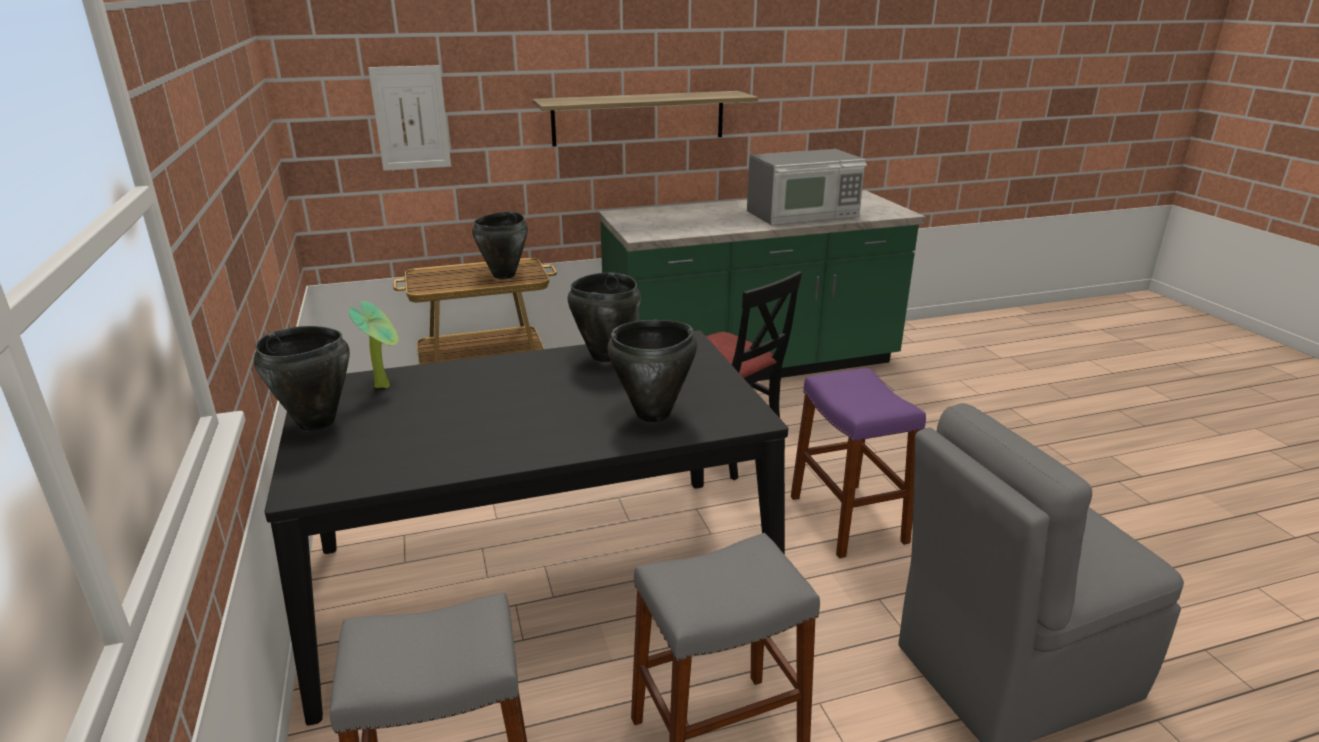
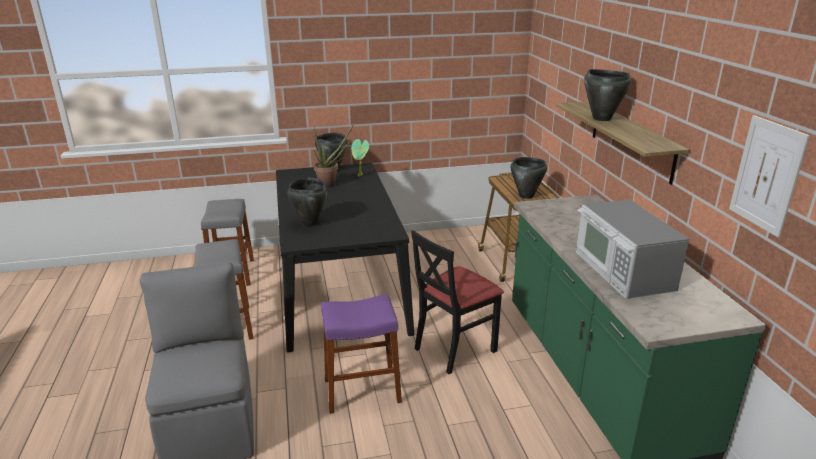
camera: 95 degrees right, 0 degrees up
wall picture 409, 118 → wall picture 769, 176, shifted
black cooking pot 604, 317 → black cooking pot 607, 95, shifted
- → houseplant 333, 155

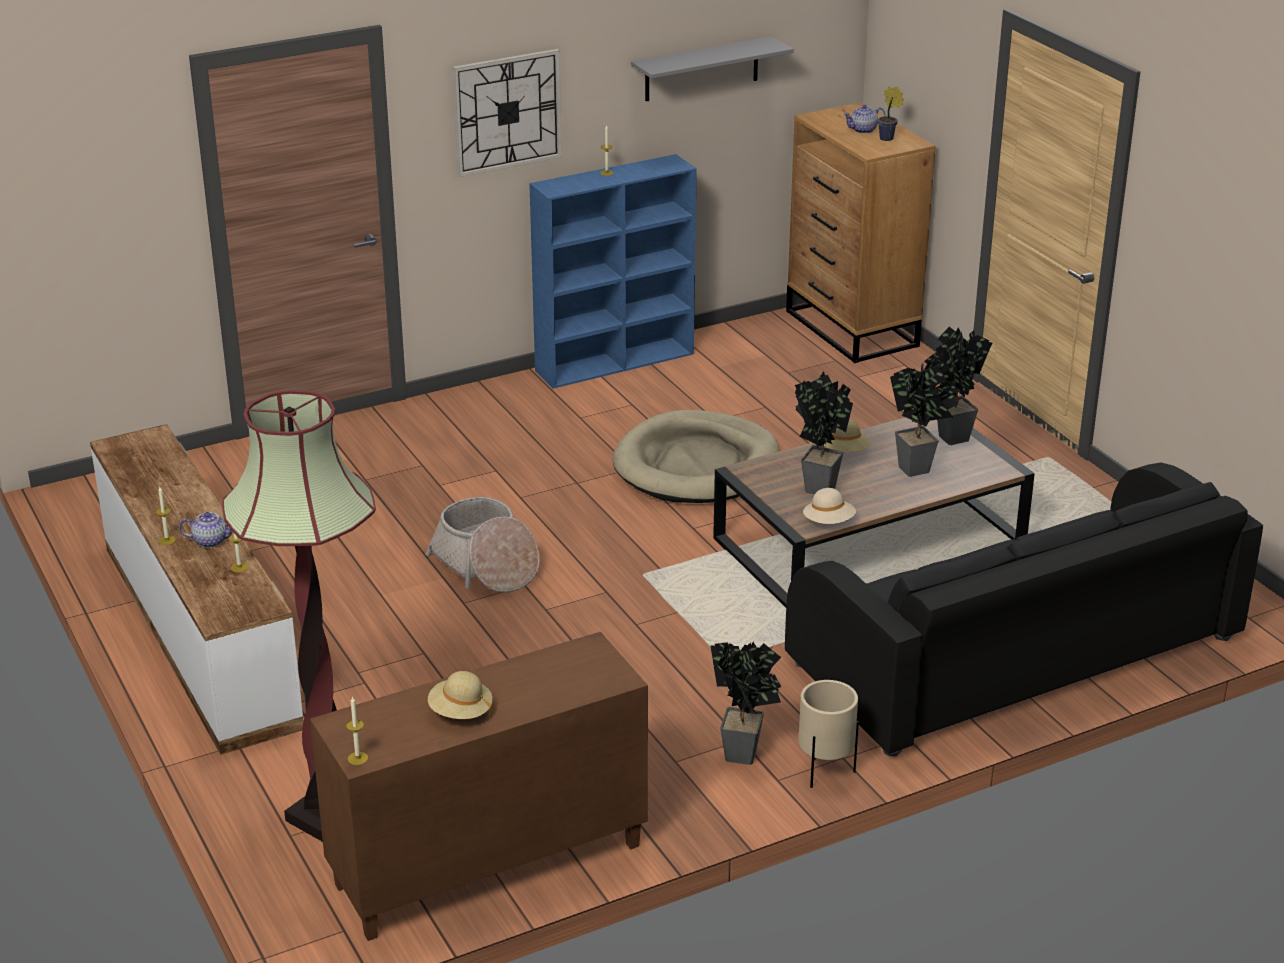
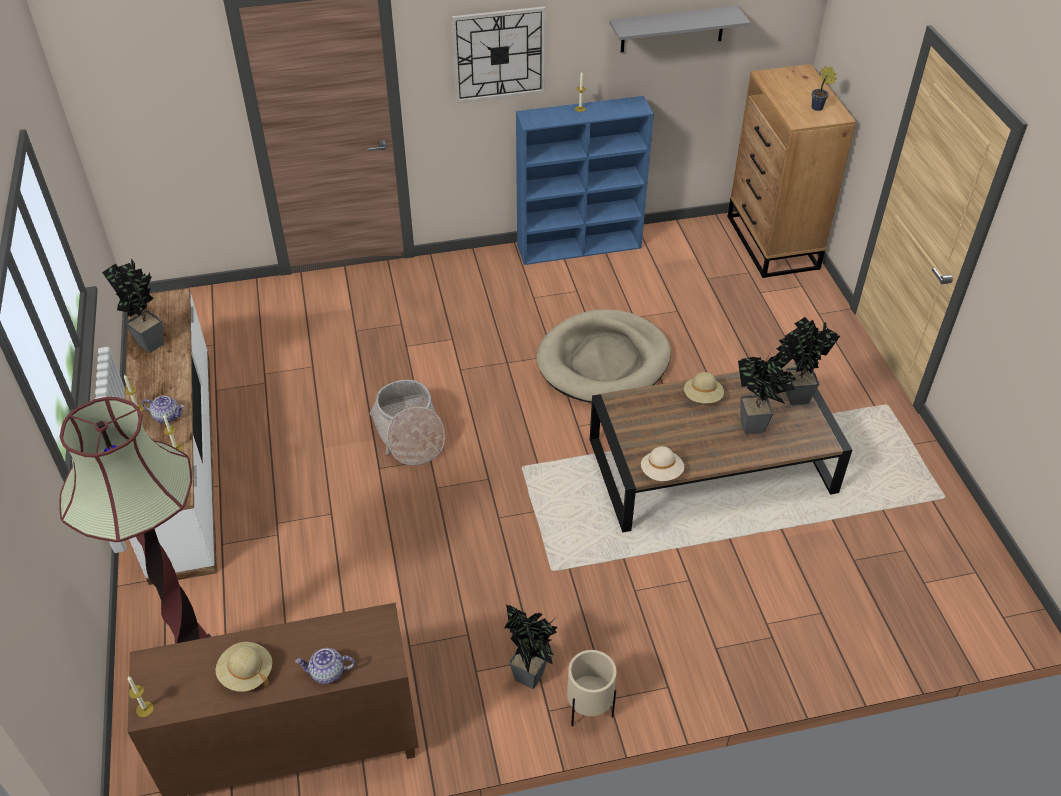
camera: 15 degrees right, 15 degrees up
teapot 864, 119 → teapot 325, 666, shifted
houseplant 824, 433 → houseplant 133, 306, shifted
black sofa 1024, 609 → -

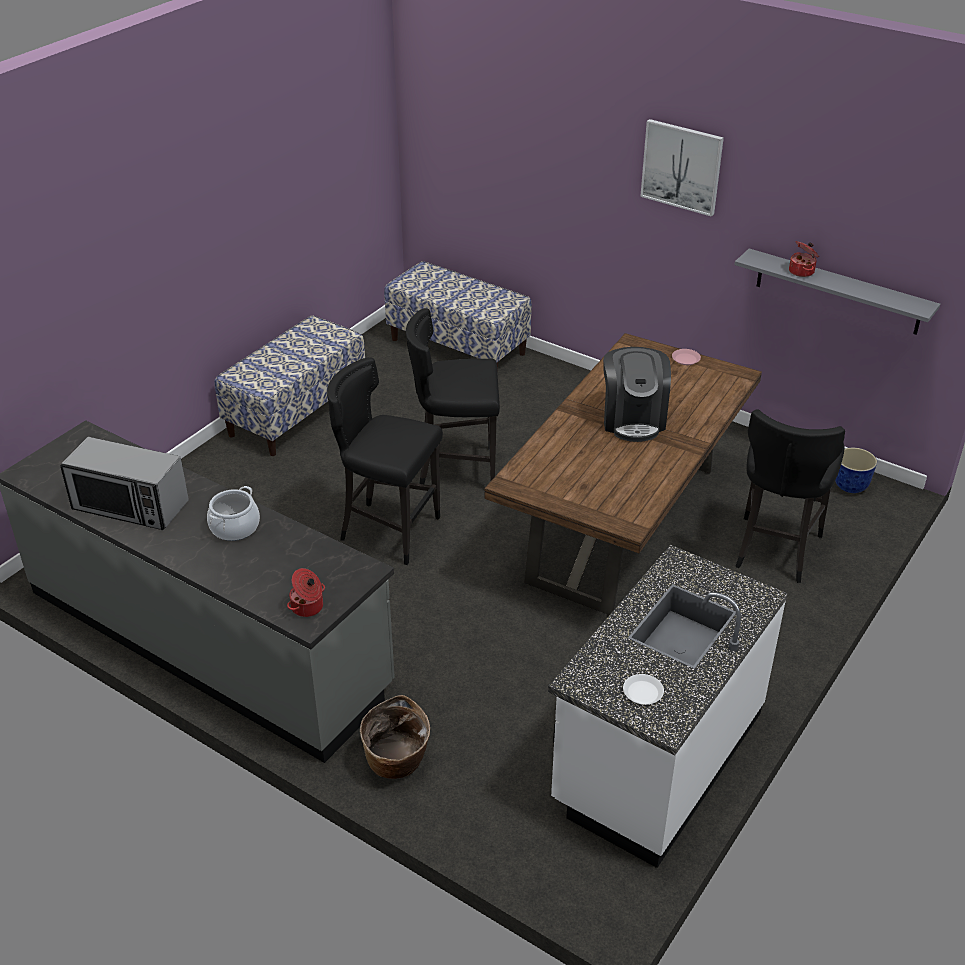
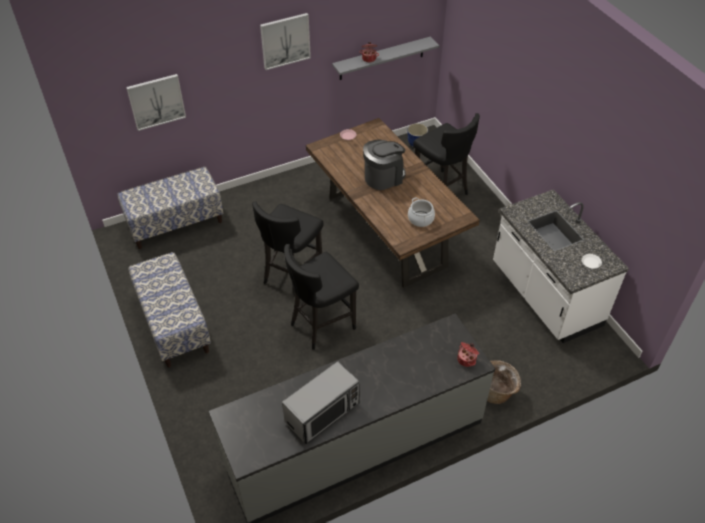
camera: 60 degrees left, 10 degrees up
coffee maker 637, 394 → coffee maker 384, 164, 60 degrees counterclockwise
cooking pot 233, 513 → cooking pot 421, 212, shifted
- → wall picture 156, 102

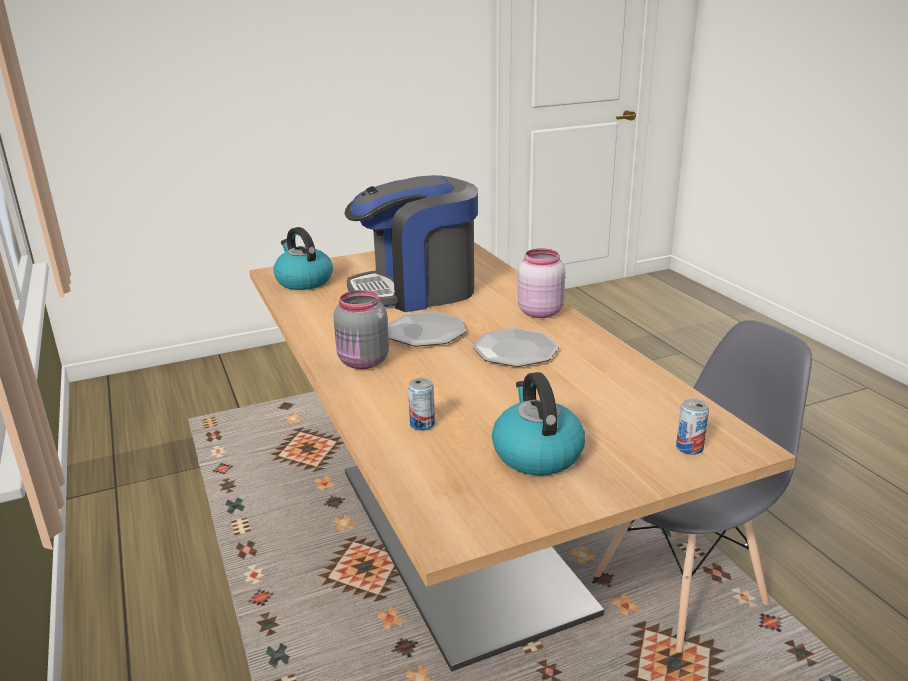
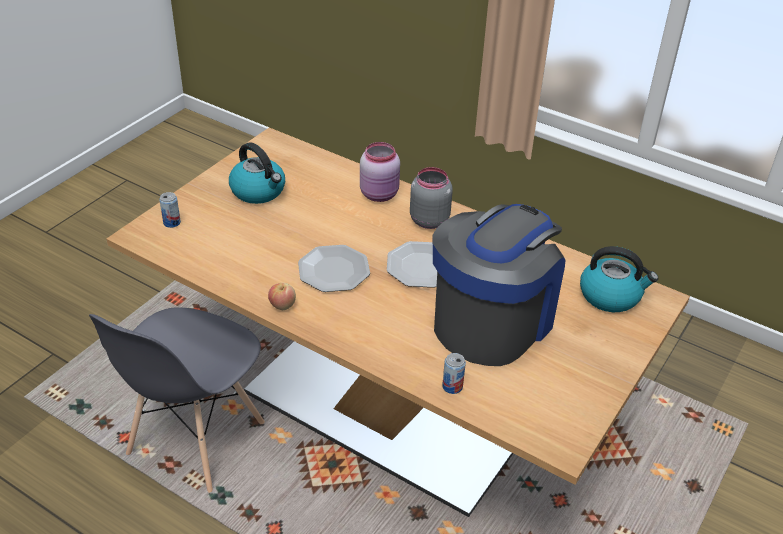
camera: 145 degrees right, 15 degrees up
pink-coloured jar 541, 283 → pink-coloured jar 380, 172, shifted
metal can 421, 404 → metal can 454, 373, shifted
- → apple fruit 282, 296

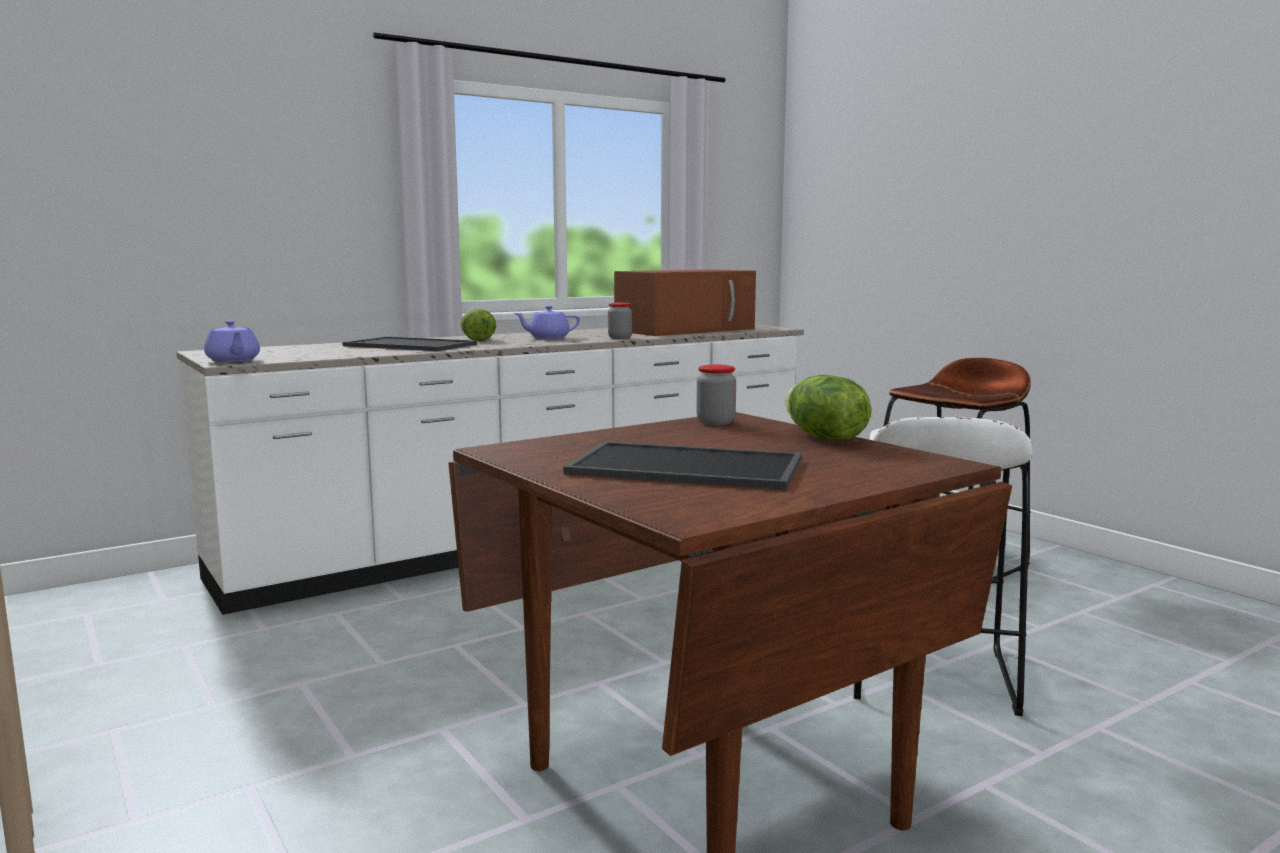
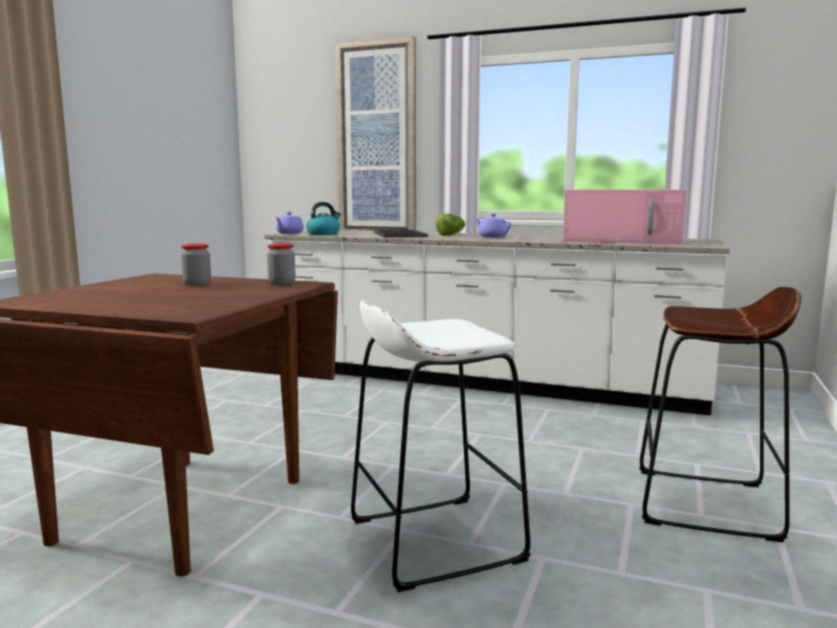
camera: 55 degrees right, 0 degrees up
brownish kitchen microwave 685, 302 → pink-coloured kitchen microwave 625, 217
jar 620, 320 → jar 196, 265, shifted
lettuce head 828, 407 → -
tray 682, 465 → -
- → wall picture 375, 133
- → kettle 323, 218

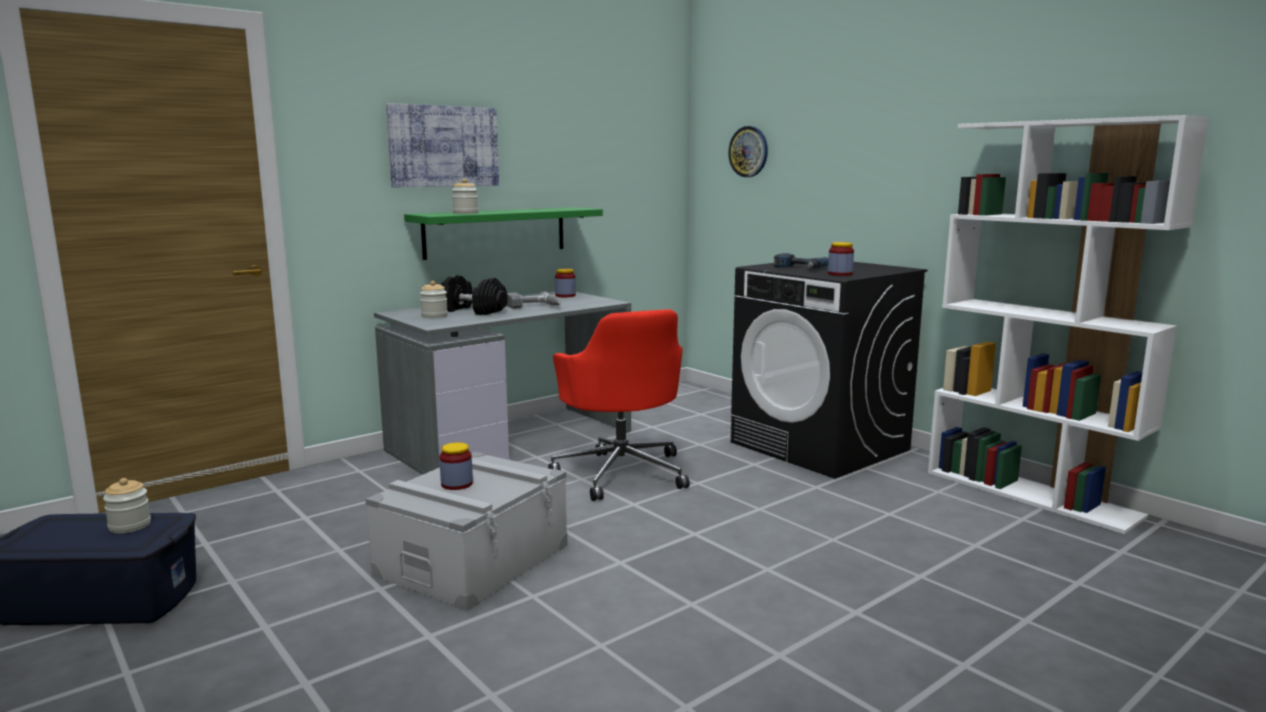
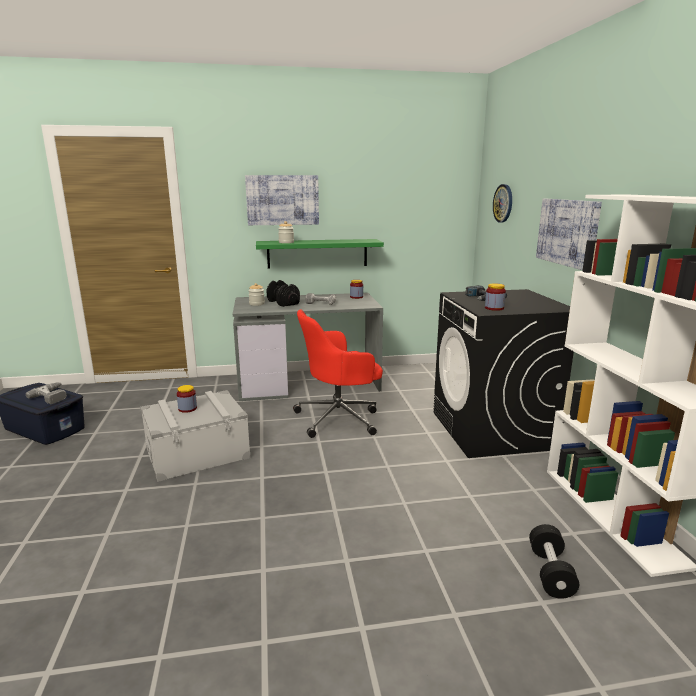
camera: 30 degrees right, 5 degrees up
red-coloured computer chair 619, 405 → red-coloured computer chair 338, 374, 60 degrees clockwise
jar 127, 505 → electric drill 46, 393
- → wall picture 569, 234
- → black dumbbell 554, 561

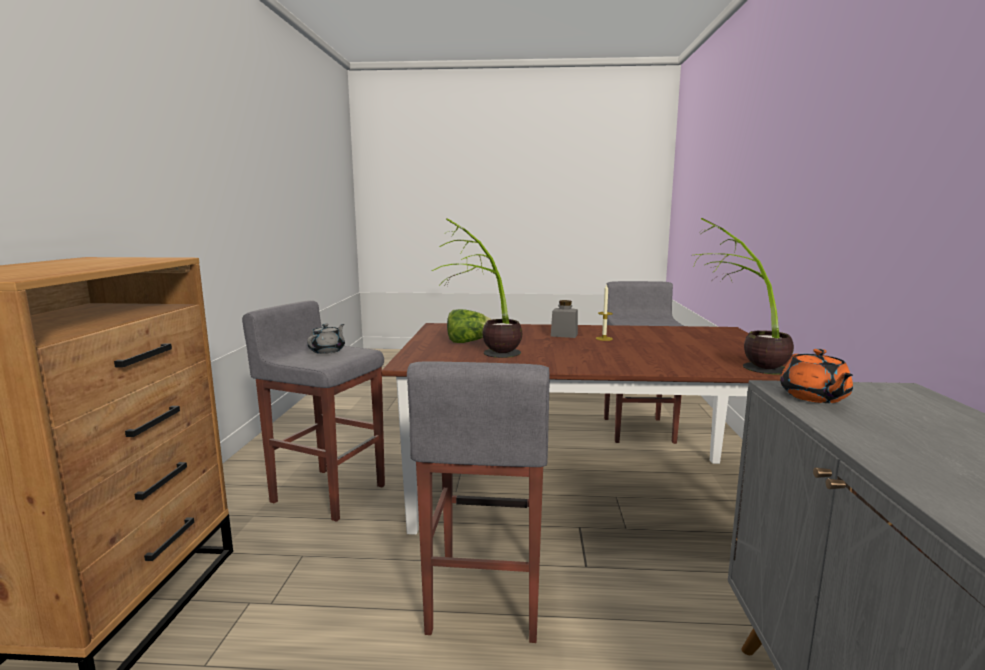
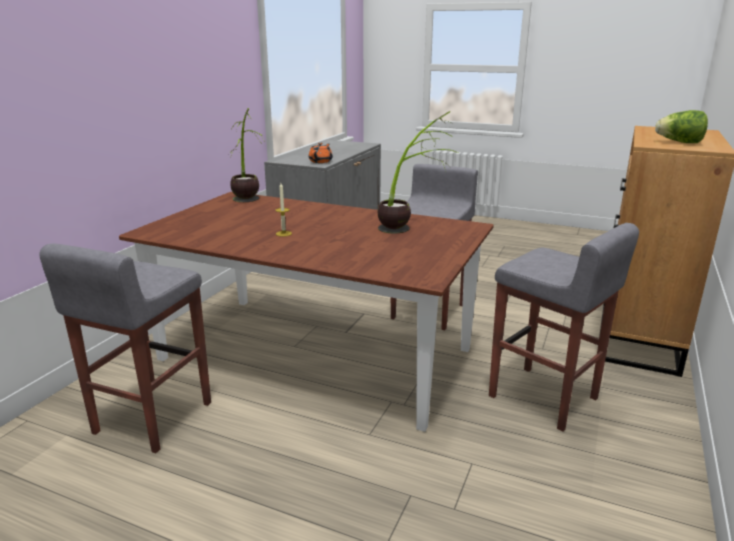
camera: 160 degrees left, 10 degrees up
gray jar 564, 319 → -
lettuce head 469, 326 → lettuce head 681, 126, shifted
gray teapot 326, 339 → -

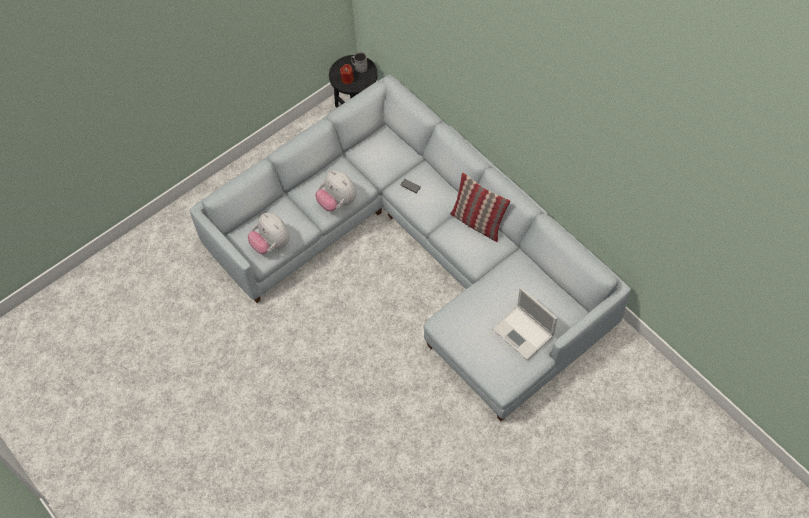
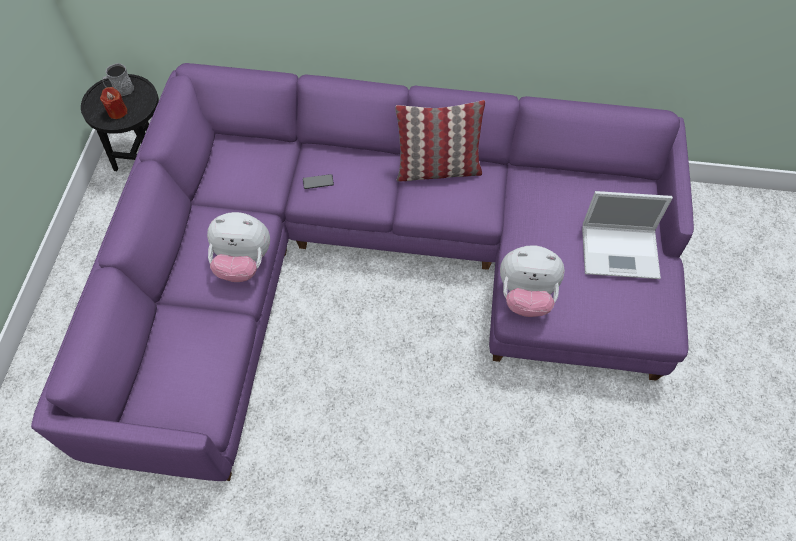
camera: 45 degrees left, 0 degrees up
gray sofa 410, 248 → purplish sofa 362, 272
soft toy 269, 233 → soft toy 532, 281, shifted

